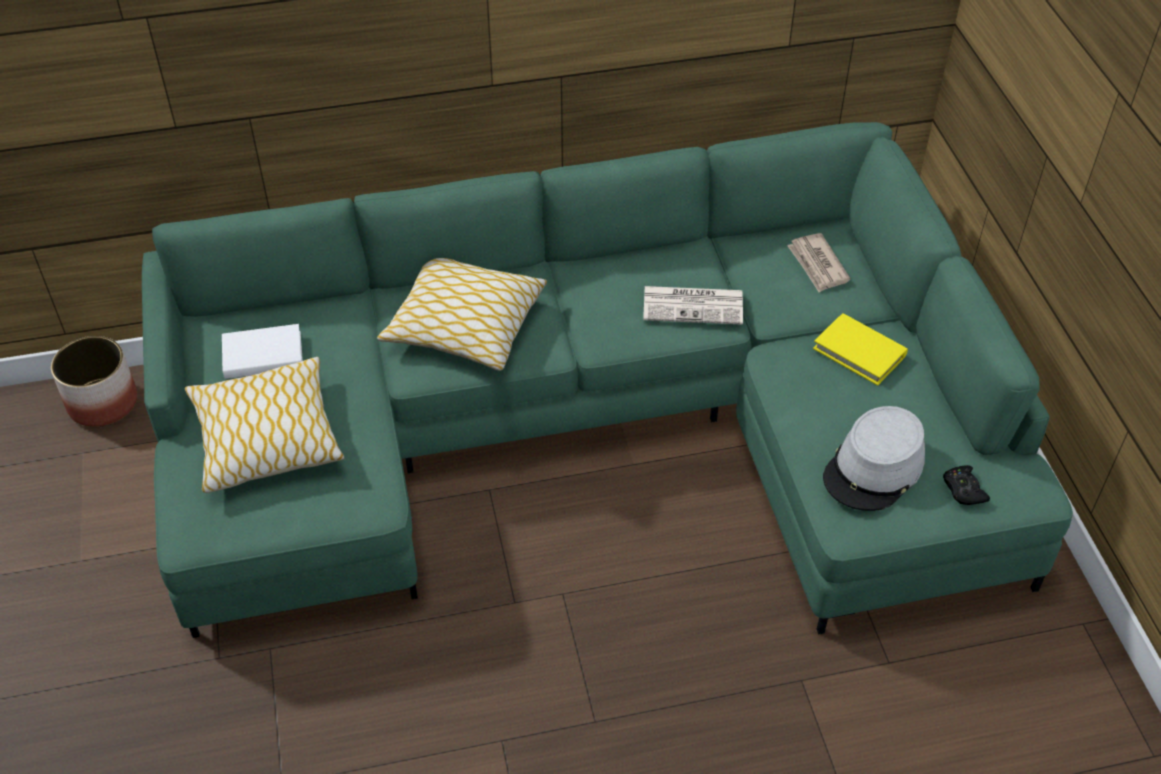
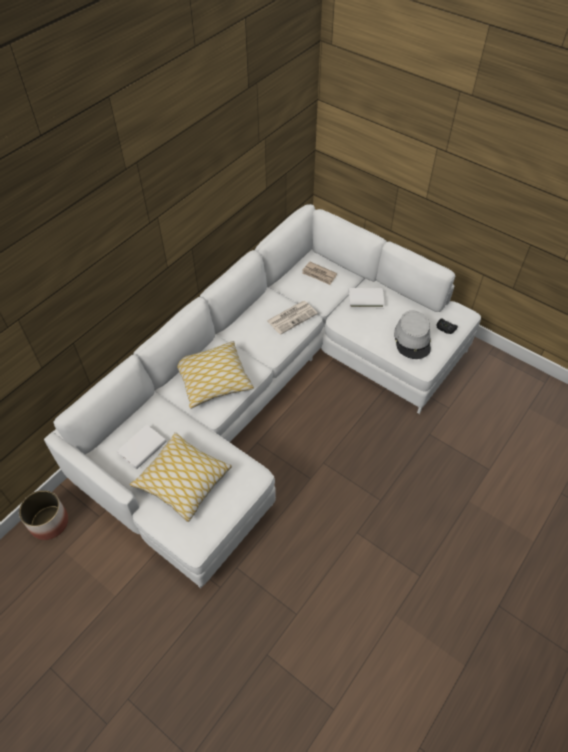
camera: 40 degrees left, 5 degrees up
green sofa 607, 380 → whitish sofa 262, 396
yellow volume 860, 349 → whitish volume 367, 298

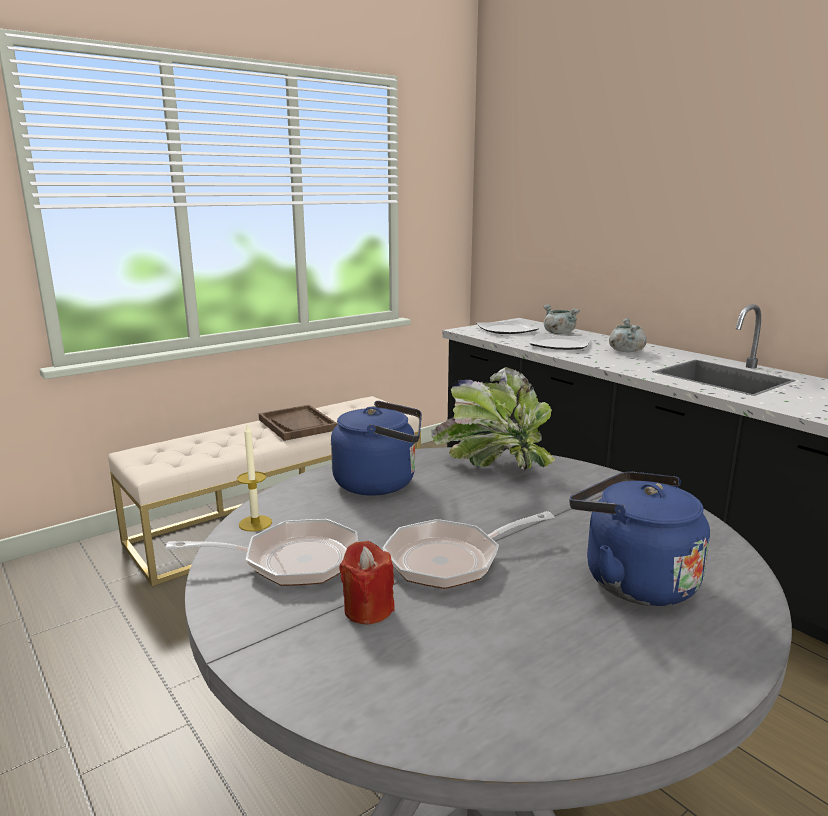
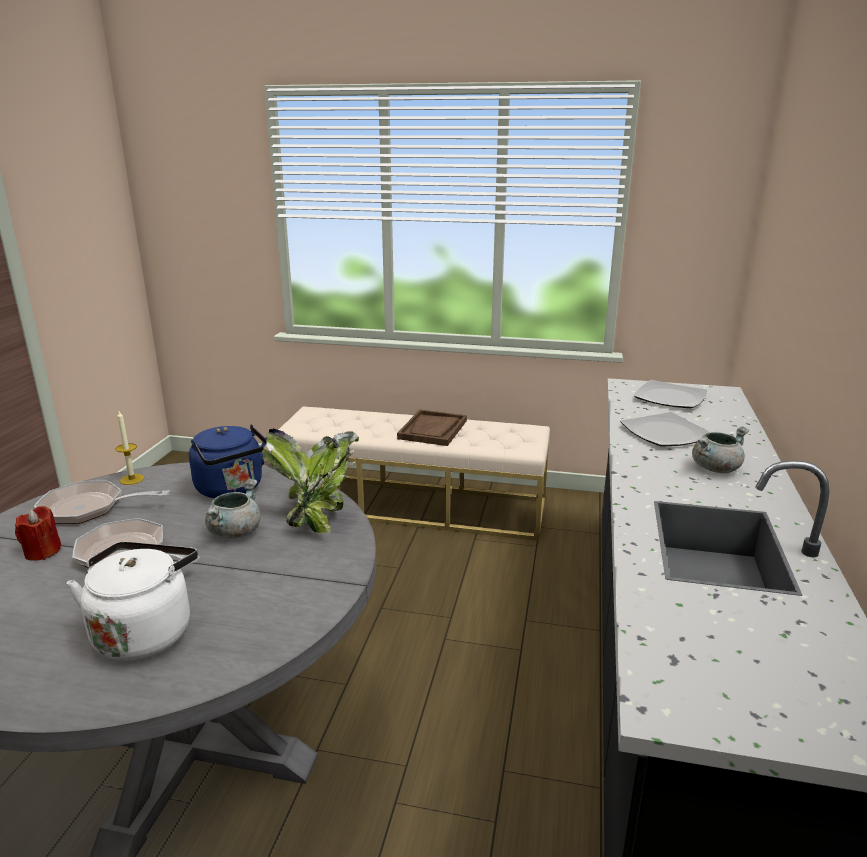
camera: 50 degrees right, 5 degrees up
gray cooking pot 561, 319 → gray cooking pot 233, 509, shifted
bluish kettle 639, 539 → whitish kettle 132, 601
skillet 261, 552 → skillet 102, 502, 135 degrees clockwise

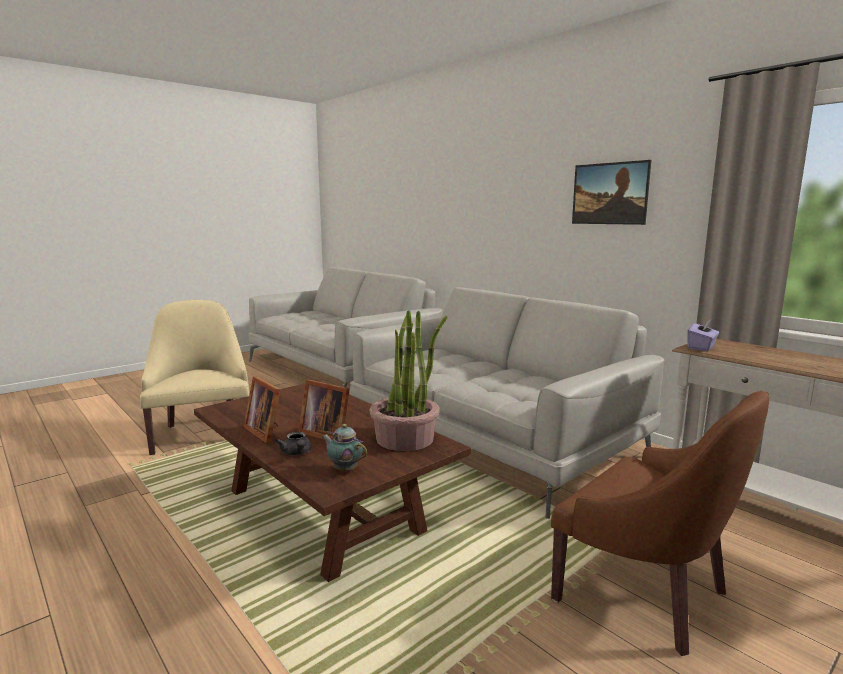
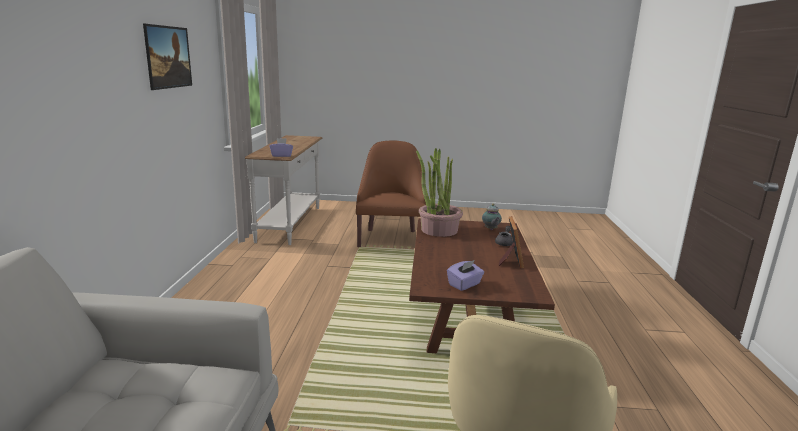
camera: 135 degrees left, 5 degrees up
gray sofa 507, 403 → -
standing frame 324, 409 → -
- → purplish tissue box 465, 275

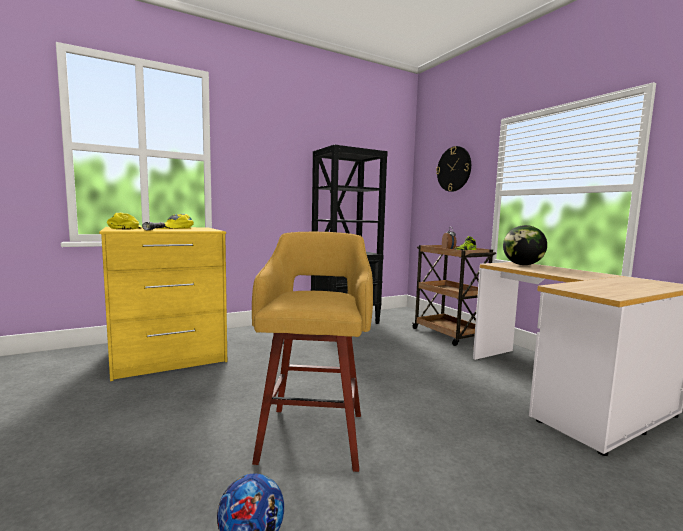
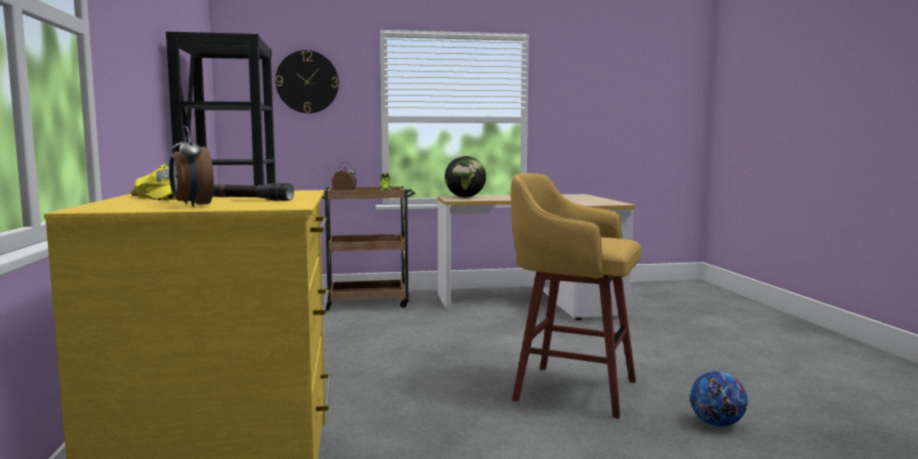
camera: 70 degrees left, 0 degrees up
yellow peaked cap 124, 221 → bedside clock 191, 166

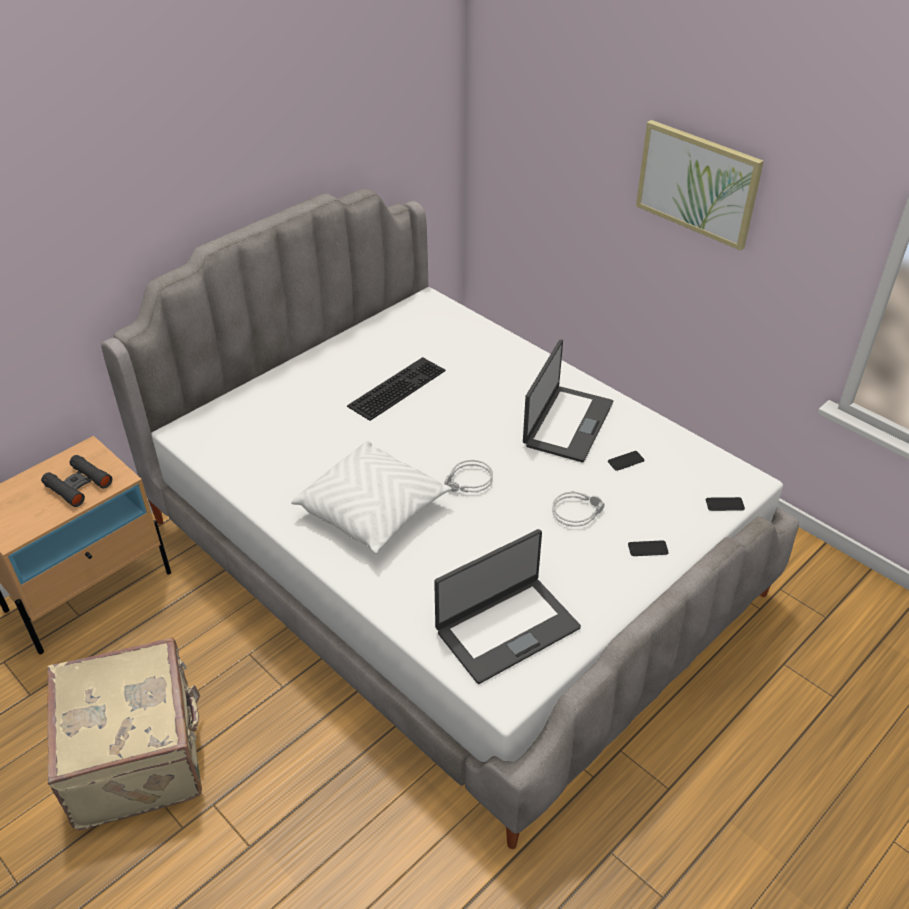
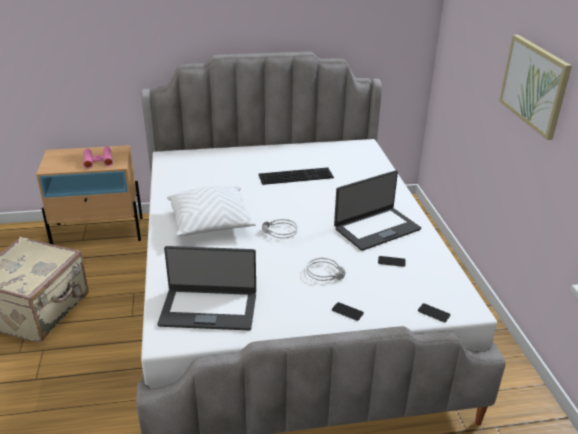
camera: 35 degrees right, 10 degrees down
black field glasses 76, 481 → pink-coloured field glasses 98, 158

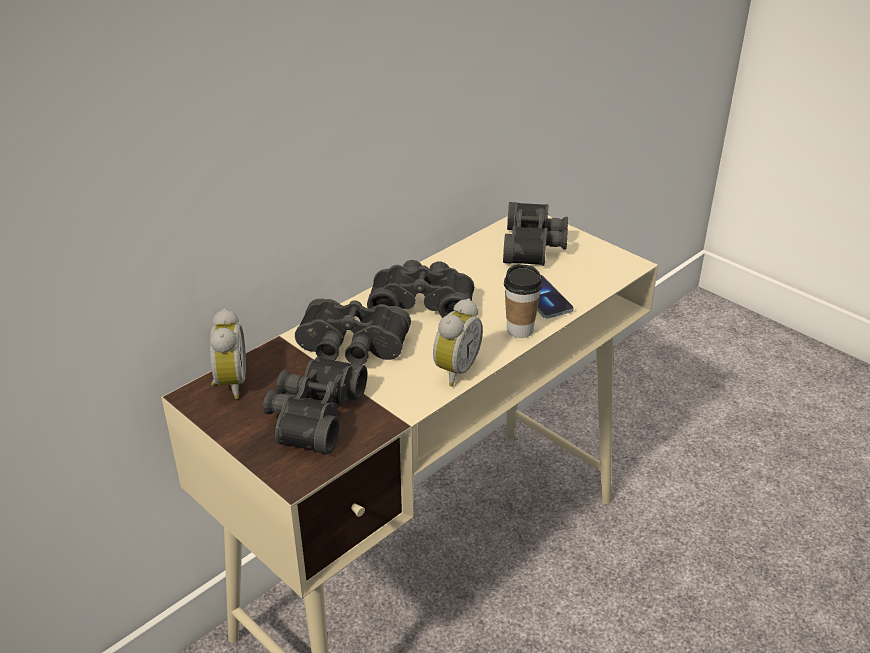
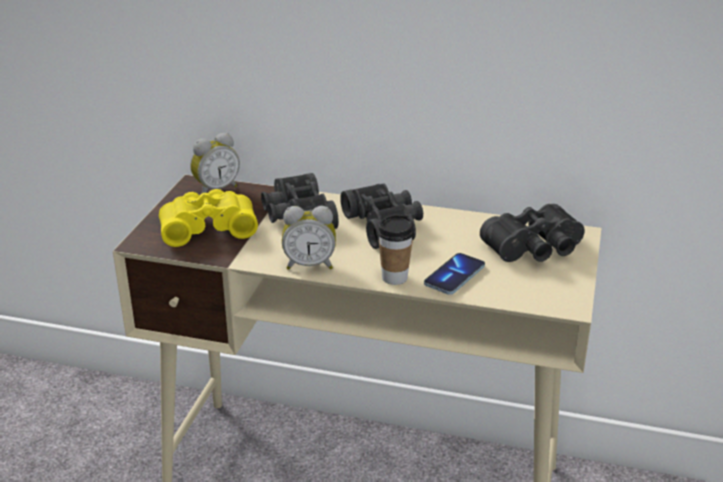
camera: 60 degrees right, 5 degrees down
black field glasses 315, 405 → yellow field glasses 208, 218

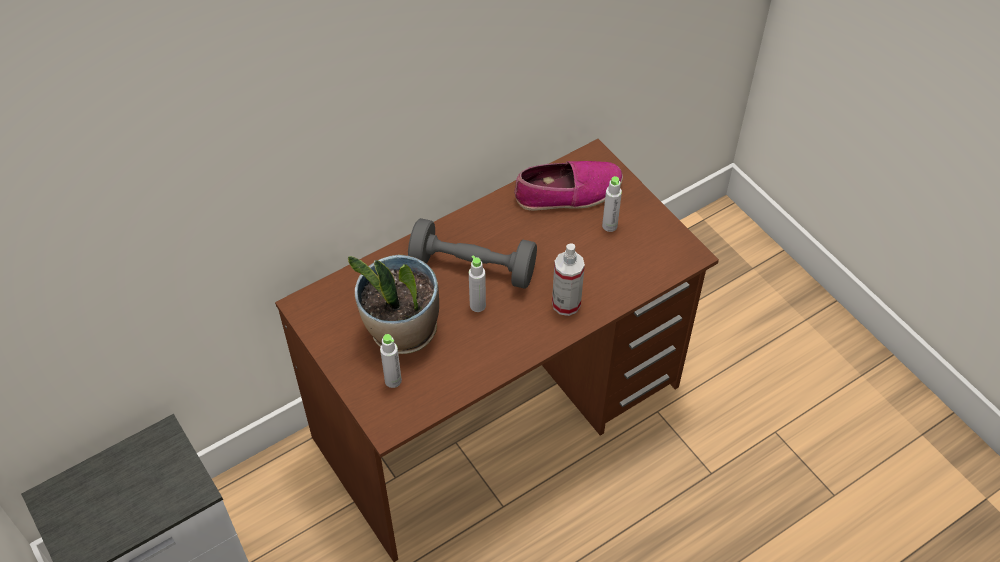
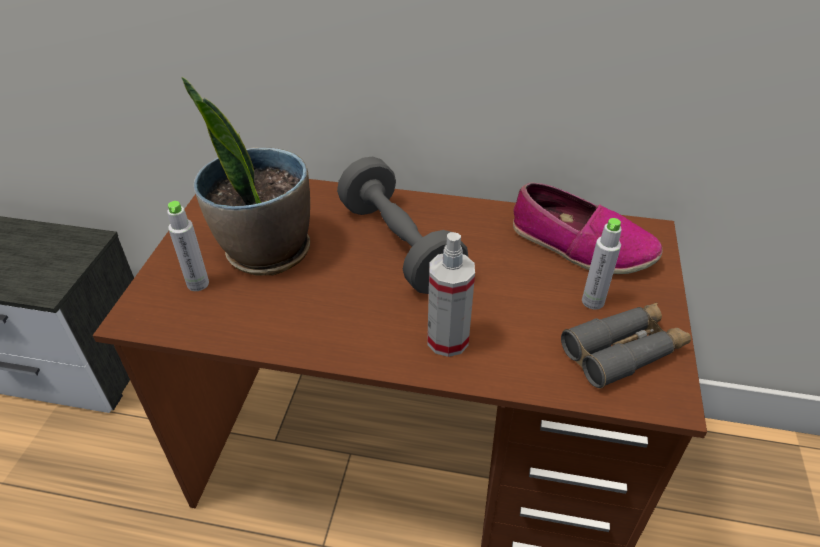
camera: 45 degrees right, 10 degrees down
gray bottle 477, 283 → -
- → gray field glasses 626, 346

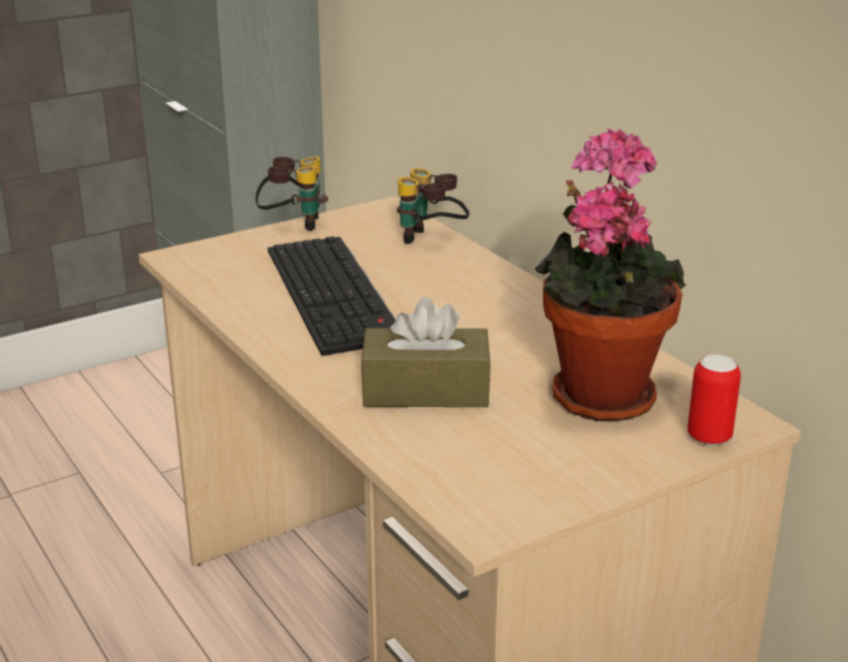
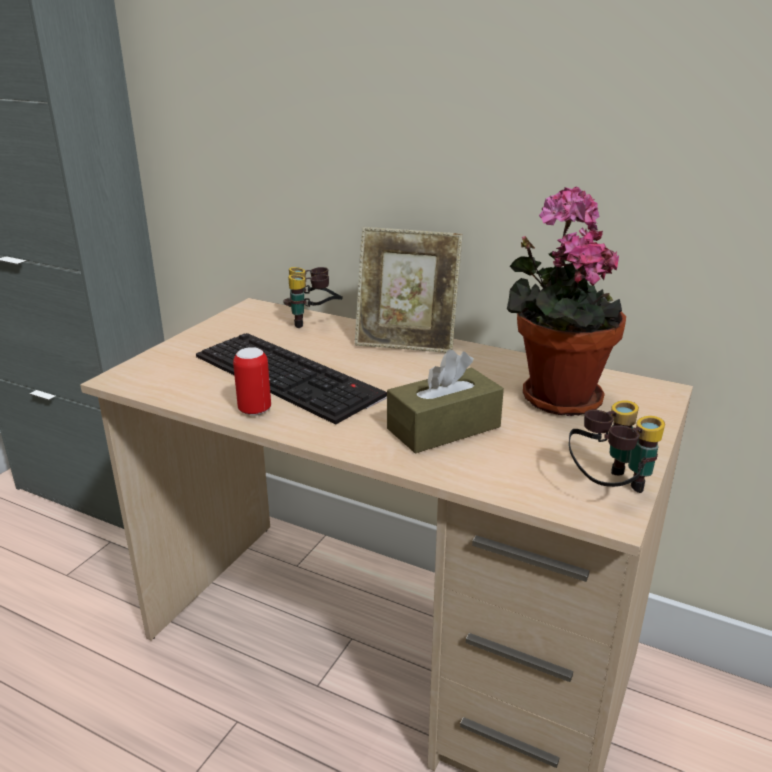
camera: 30 degrees left, 0 degrees up
field glasses 291, 194 → field glasses 617, 447, shifted
metal can 714, 400 → metal can 252, 381, shifted
- → standing frame 409, 290

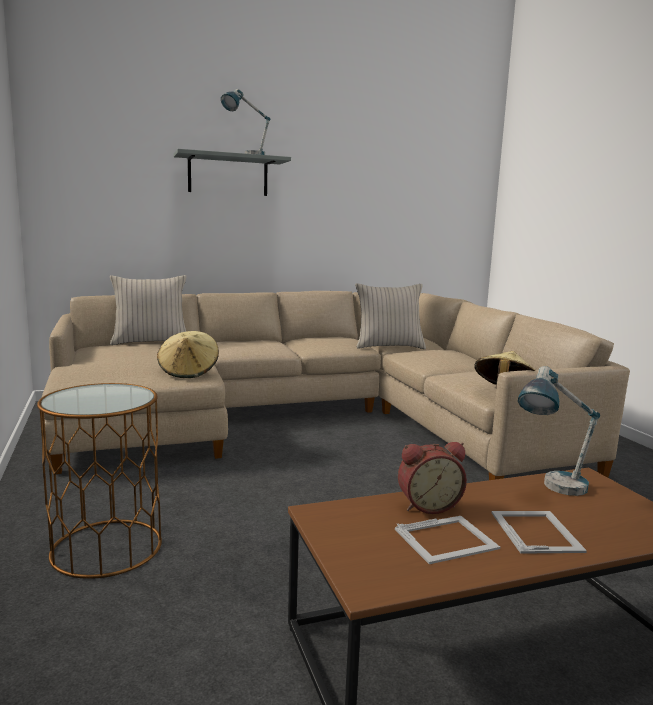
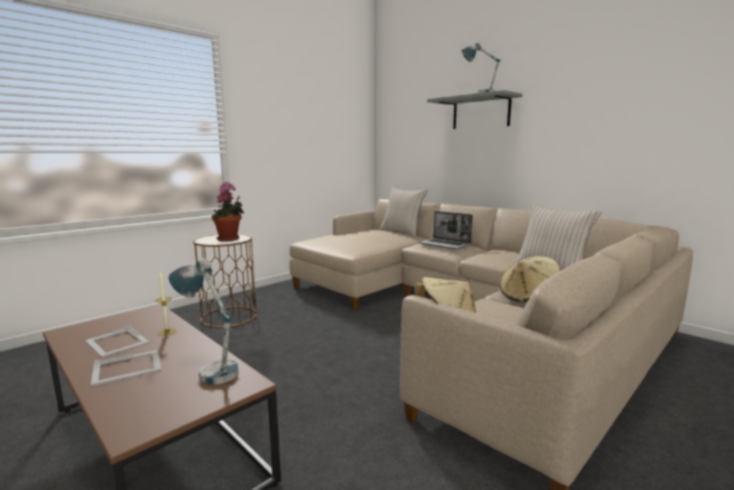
camera: 65 degrees right, 0 degrees up
beige-coloured clothing hat 188, 354 → beige-coloured clothing hat 530, 279, shifted
bedside clock 432, 478 → wax light 166, 303
- → houseplant 228, 212
- → notebook computer 446, 230

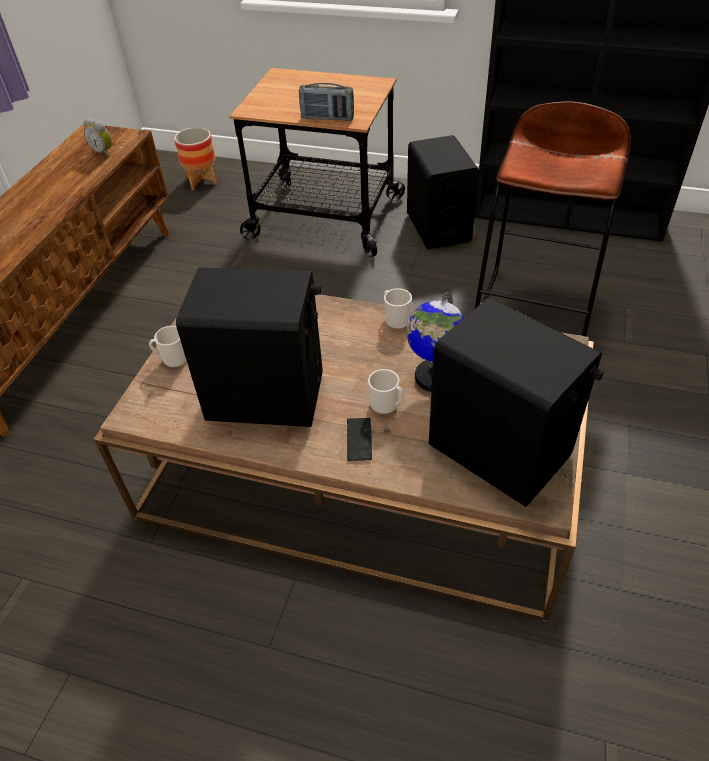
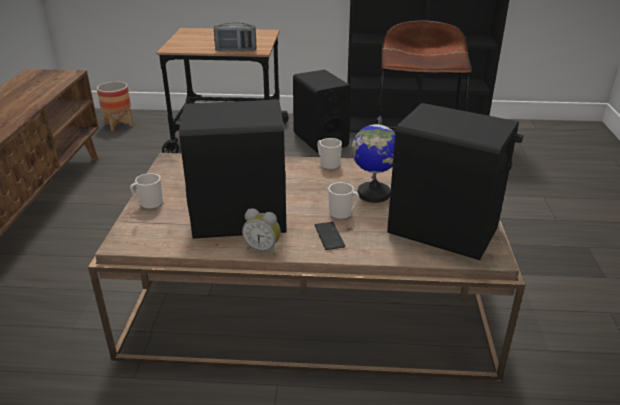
camera: 15 degrees left, 15 degrees down
bedside clock 98, 137 → bedside clock 261, 231, shifted

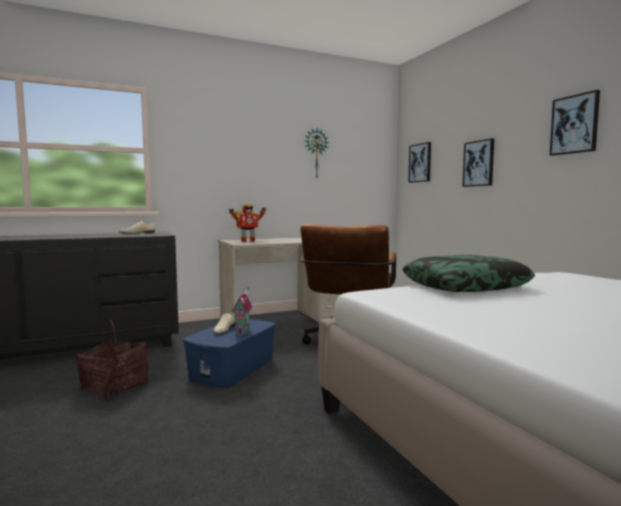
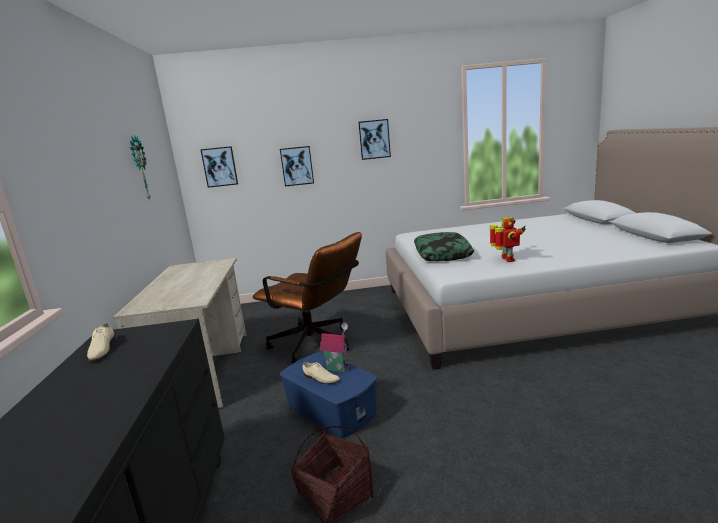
camera: 70 degrees left, 10 degrees up
robot figure 247, 223 → robot figure 508, 239, shifted

